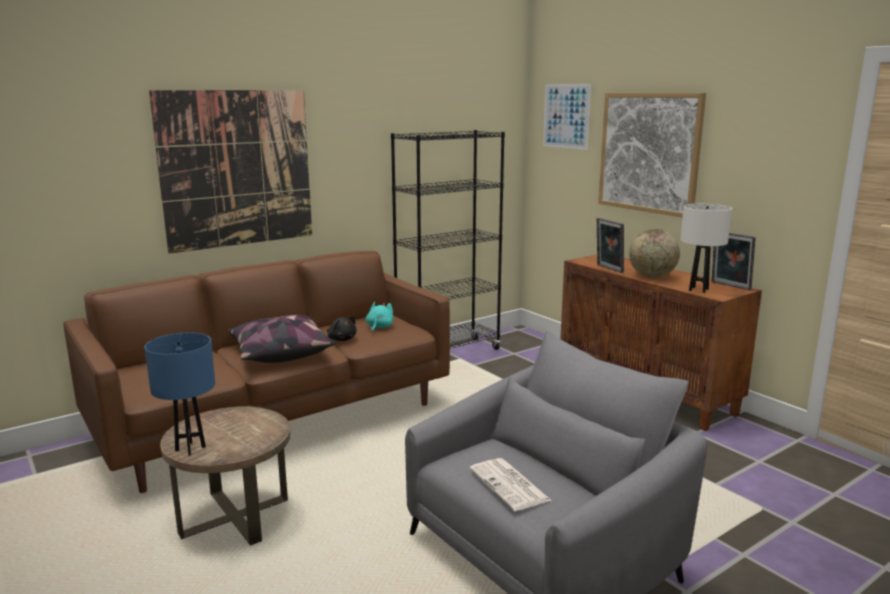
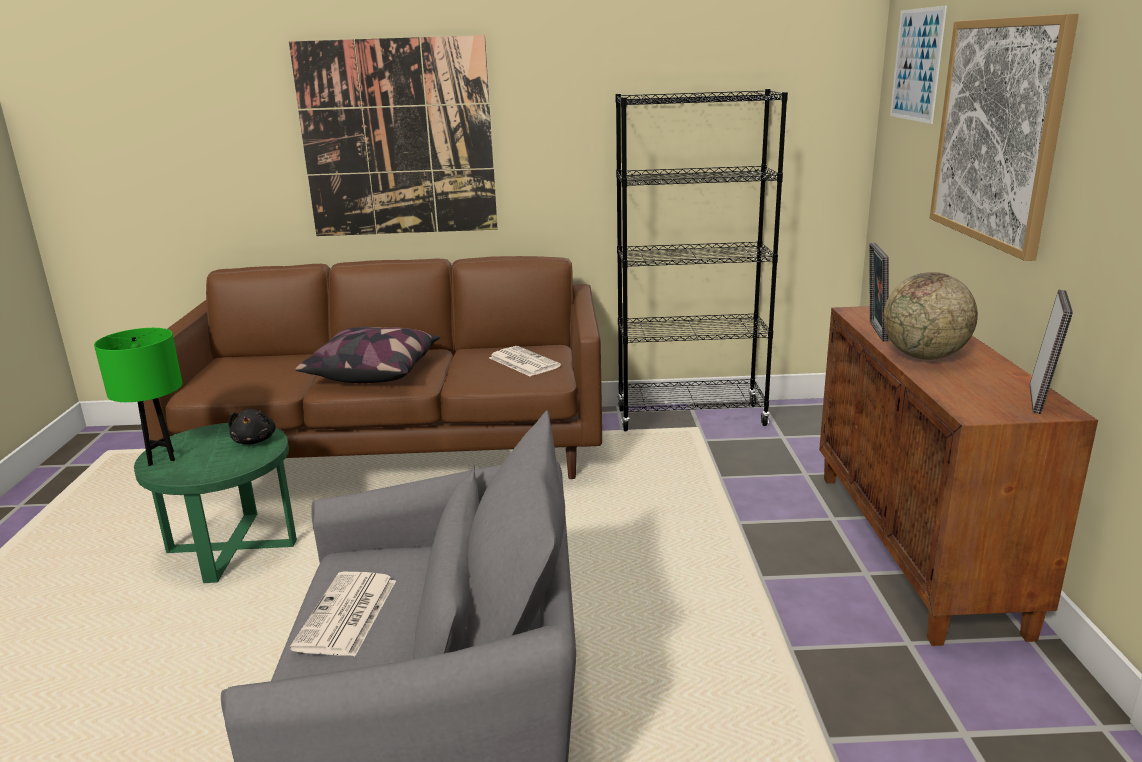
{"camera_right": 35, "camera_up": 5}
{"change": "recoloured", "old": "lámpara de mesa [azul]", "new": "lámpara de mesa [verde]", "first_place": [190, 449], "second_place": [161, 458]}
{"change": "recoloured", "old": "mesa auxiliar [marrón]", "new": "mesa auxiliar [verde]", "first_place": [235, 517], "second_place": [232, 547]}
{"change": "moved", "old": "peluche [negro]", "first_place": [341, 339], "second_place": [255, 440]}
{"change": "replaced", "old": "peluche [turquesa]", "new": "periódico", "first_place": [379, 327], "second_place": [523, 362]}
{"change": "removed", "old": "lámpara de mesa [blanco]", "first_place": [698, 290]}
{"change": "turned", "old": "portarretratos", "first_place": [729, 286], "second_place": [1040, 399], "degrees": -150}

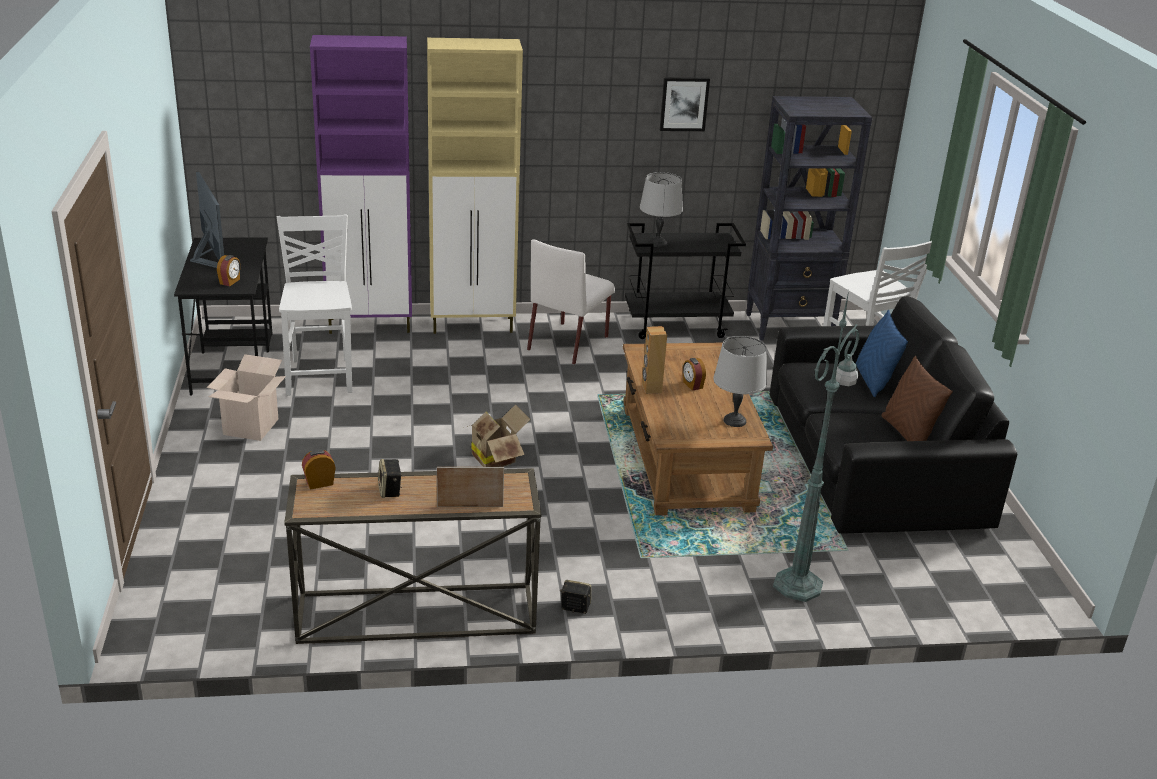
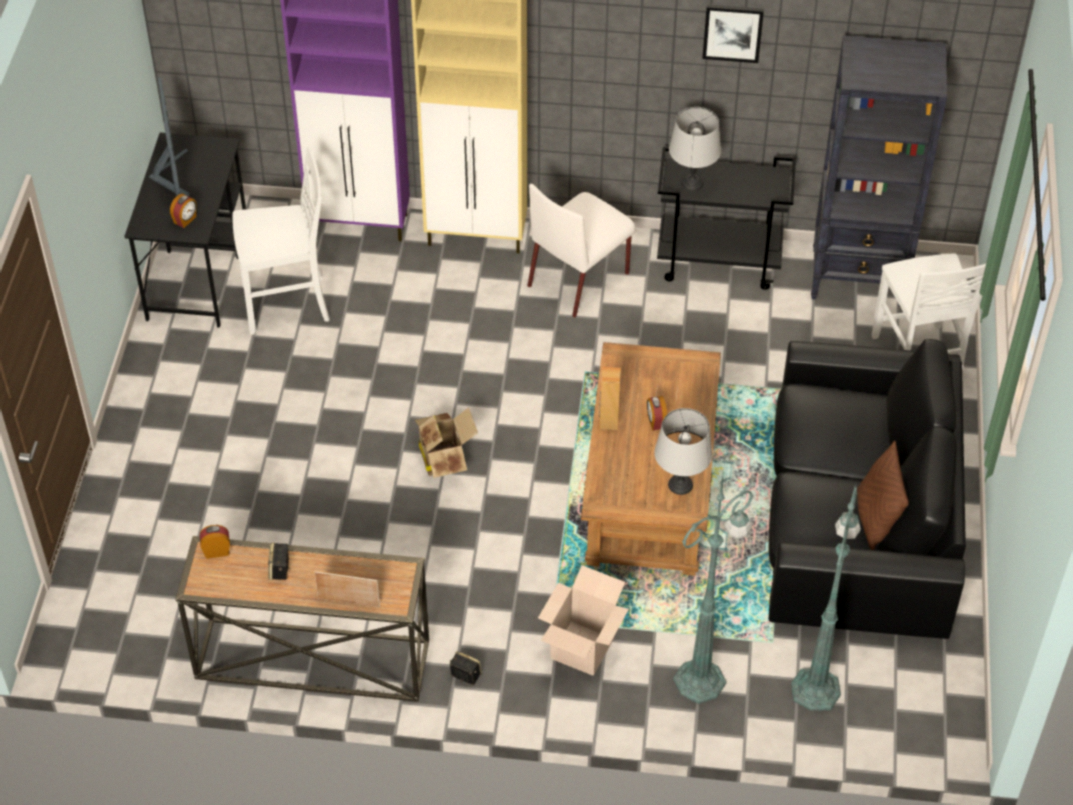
{"camera_right": 15, "camera_up": 20}
{"change": "moved", "old": "caja de cartón", "first_place": [250, 427], "second_place": [582, 648]}
{"change": "turned", "old": "silla [blanco]", "first_place": [321, 375], "second_place": [288, 304], "degrees": 75}
{"change": "removed", "old": "cojín [azul]", "first_place": [873, 381]}
{"change": "added", "new": "lámpara de pie [verde]", "second_place": [816, 687]}

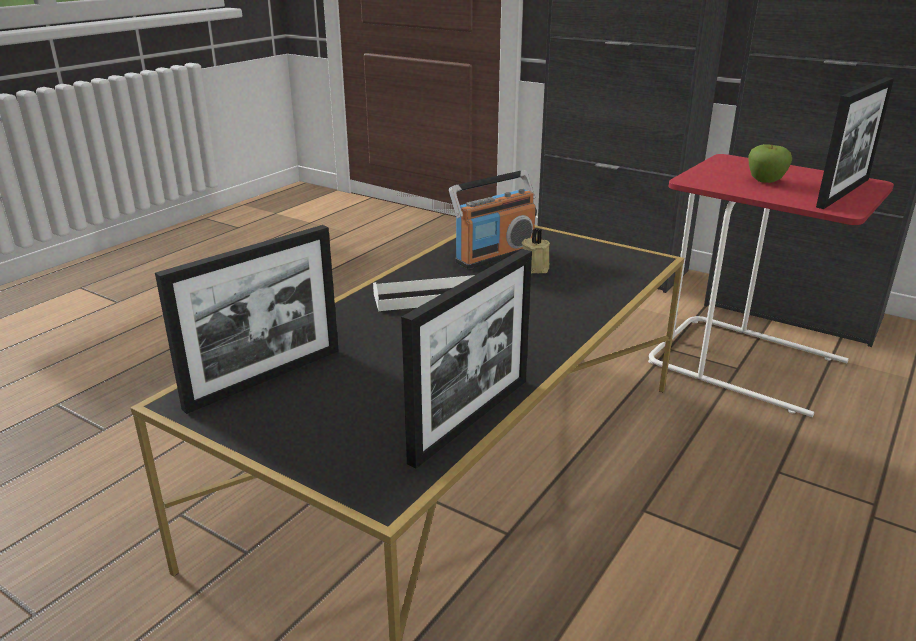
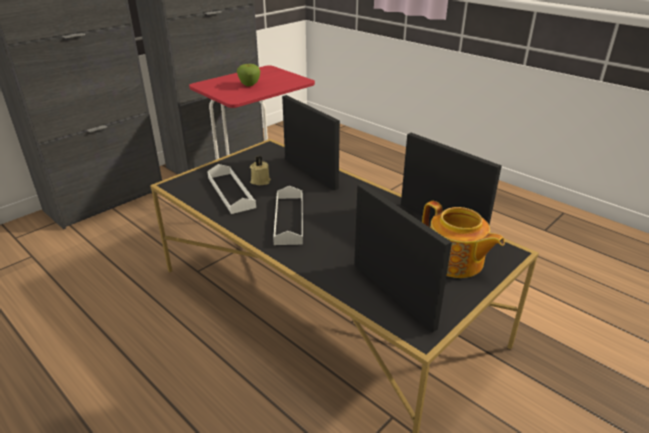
{"camera_right": -80, "camera_up": 5}
{"change": "replaced", "old": "radio", "new": "bandeja [blanco]", "first_place": [494, 255], "second_place": [231, 192]}
{"change": "moved", "old": "portarretratos", "first_place": [843, 193], "second_place": [310, 173]}
{"change": "added", "new": "tetera", "second_place": [455, 261]}

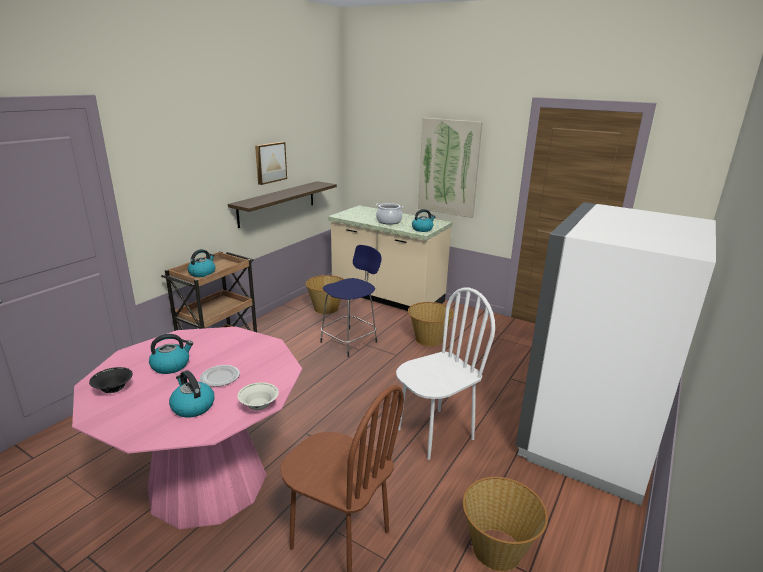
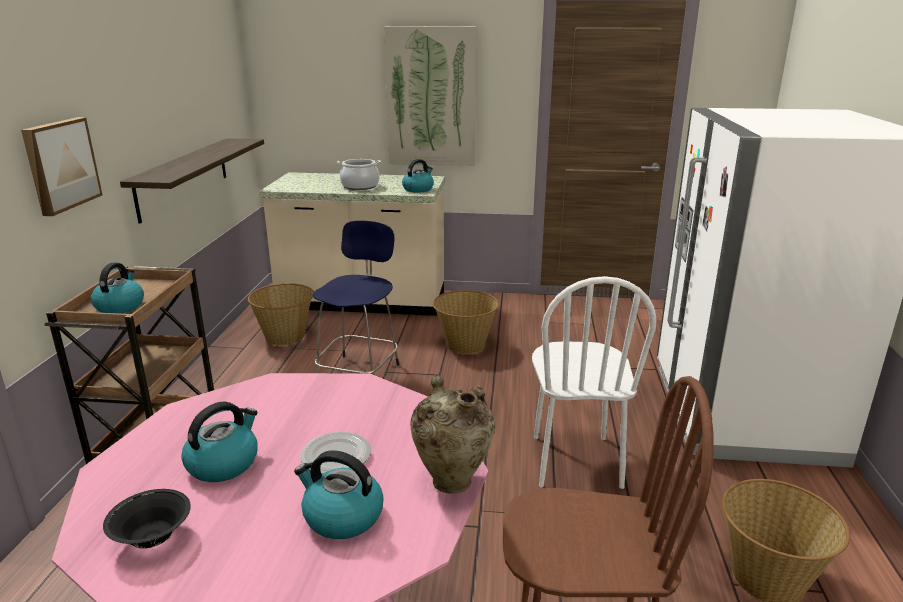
{"camera_right": -25, "camera_up": 0}
{"change": "replaced", "old": "cuenco [blanco]", "new": "florero [beis]", "first_place": [259, 406], "second_place": [452, 479]}
{"change": "moved", "old": "cuadro", "first_place": [270, 162], "second_place": [60, 165]}
{"change": "turned", "old": "silla [blanco]", "first_place": [434, 433], "second_place": [575, 461], "degrees": 150}

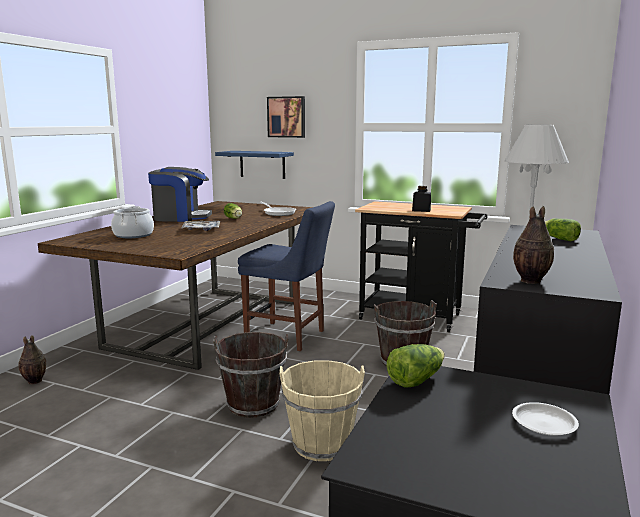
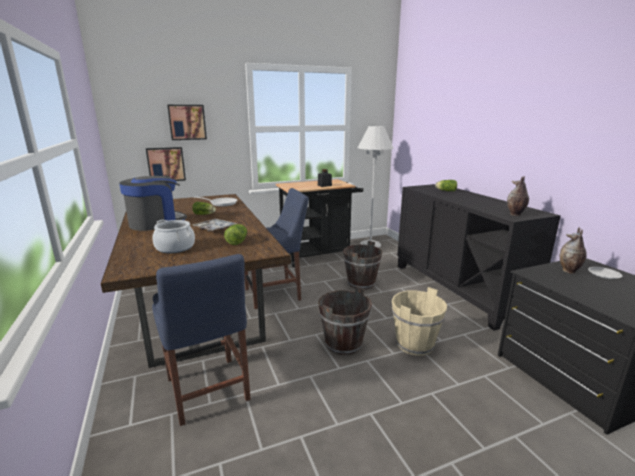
{"camera_right": -45, "camera_up": 5}
{"change": "moved", "old": "florero", "first_place": [34, 382], "second_place": [569, 271]}
{"change": "replaced", "old": "estante [azul]", "new": "cuadro", "first_place": [262, 164], "second_place": [166, 164]}
{"change": "moved", "old": "lechuga", "first_place": [415, 380], "second_place": [237, 241]}
{"change": "added", "new": "silla [azul]", "second_place": [208, 392]}

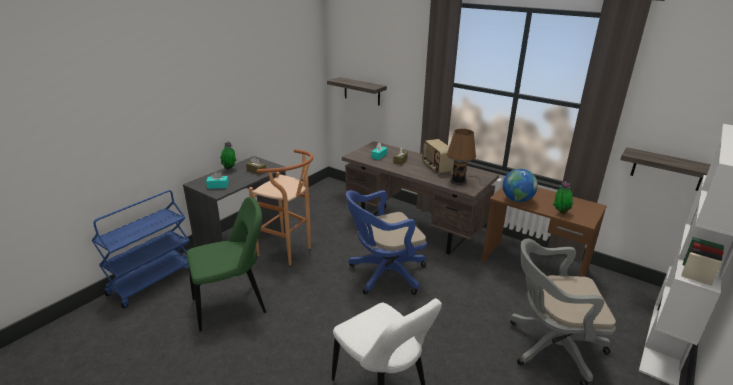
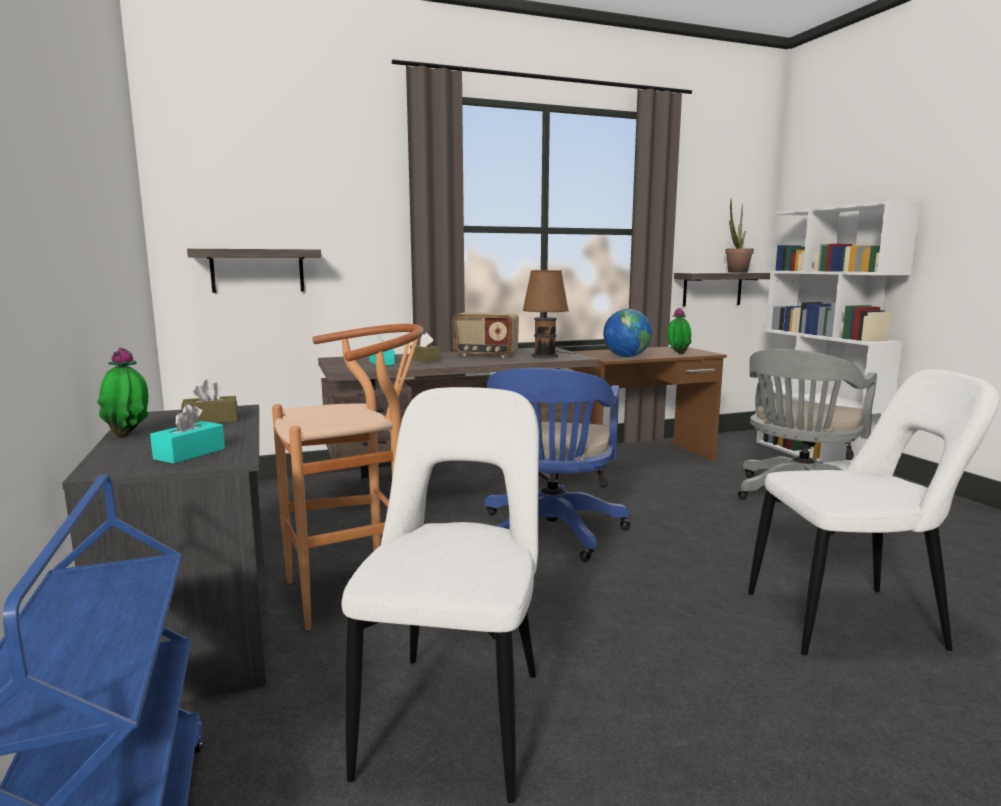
{"camera_right": -55, "camera_up": -15}
{"change": "recoloured", "old": "silla [verde]", "new": "silla [blanco]", "first_place": [233, 305], "second_place": [456, 715]}
{"change": "added", "new": "planta en maceta", "second_place": [736, 272]}

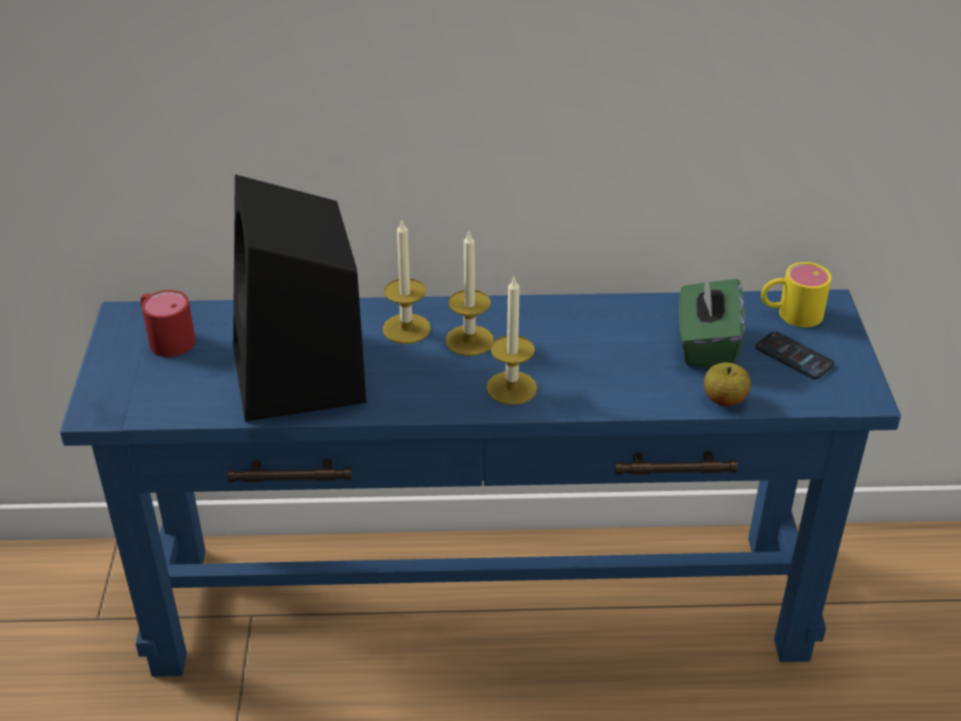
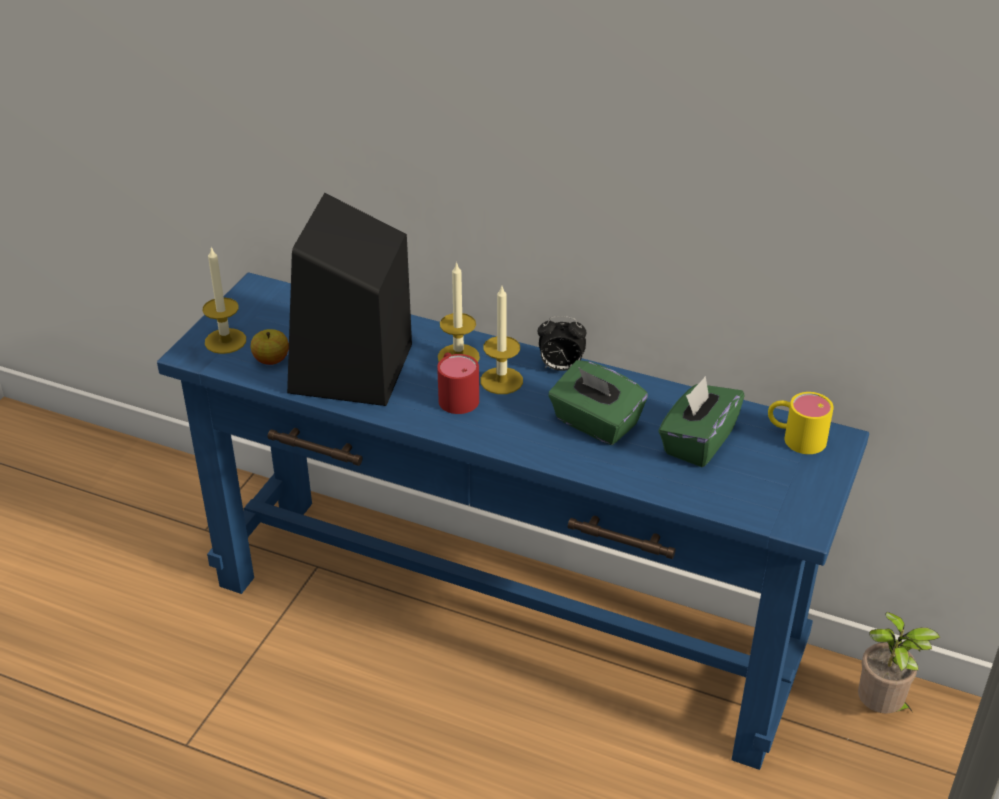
{"camera_right": 25, "camera_up": 0}
{"change": "moved", "old": "taza grande [rojo]", "first_place": [166, 338], "second_place": [455, 395]}
{"change": "moved", "old": "vela", "first_place": [511, 388], "second_place": [225, 341]}
{"change": "moved", "old": "manzana", "first_place": [724, 400], "second_place": [271, 360]}
{"change": "removed", "old": "móvil", "first_place": [794, 356]}
{"change": "added", "new": "despertador", "second_place": [560, 368]}
{"change": "added", "new": "caja de pañuelos [verde]", "second_place": [595, 423]}
{"change": "added", "new": "planta en maceta", "second_place": [881, 709]}

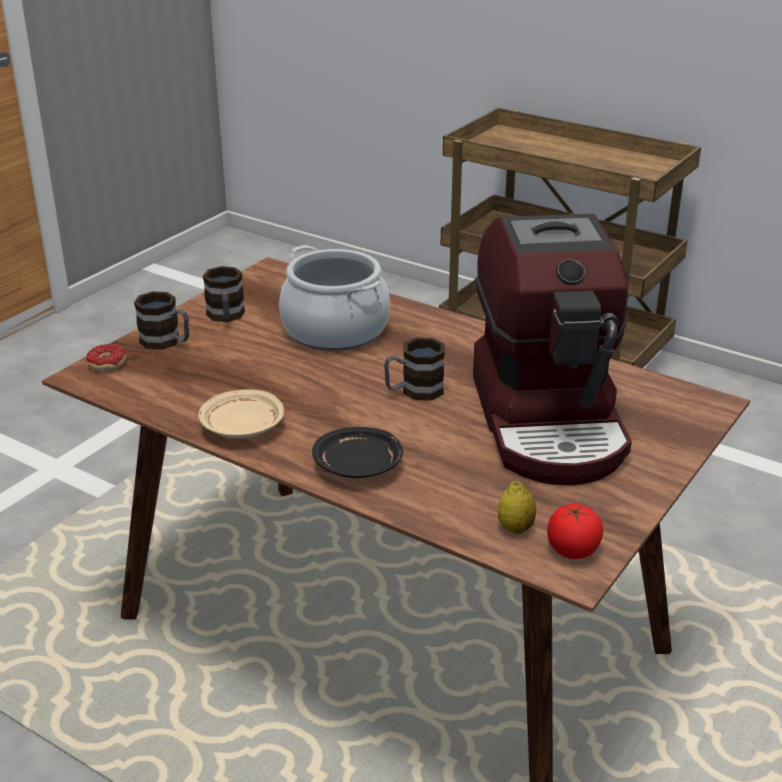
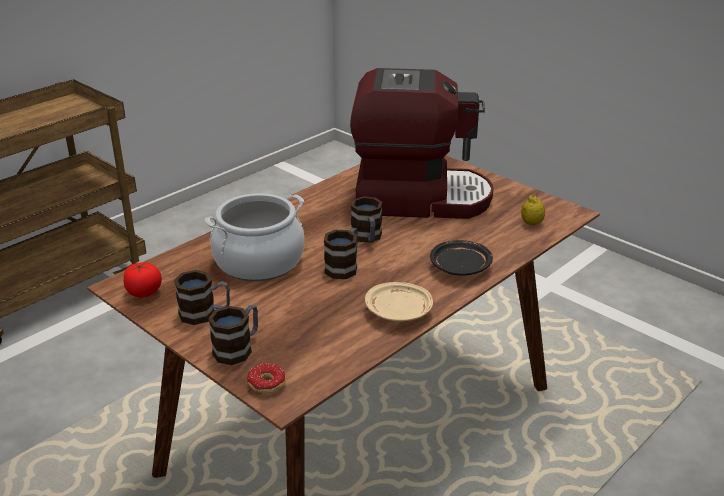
{"camera_right": -80, "camera_up": 0}
{"change": "moved", "old": "tomate", "first_place": [572, 550], "second_place": [144, 292]}
{"change": "added", "new": "taza grande", "second_place": [344, 266]}

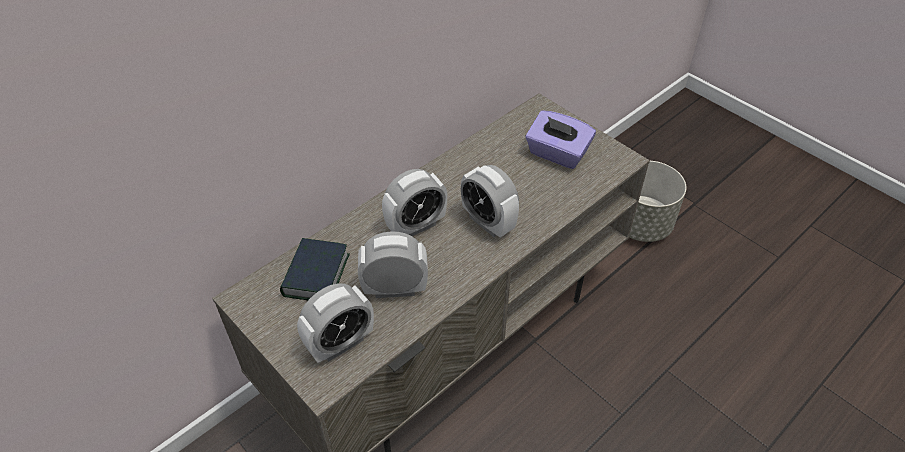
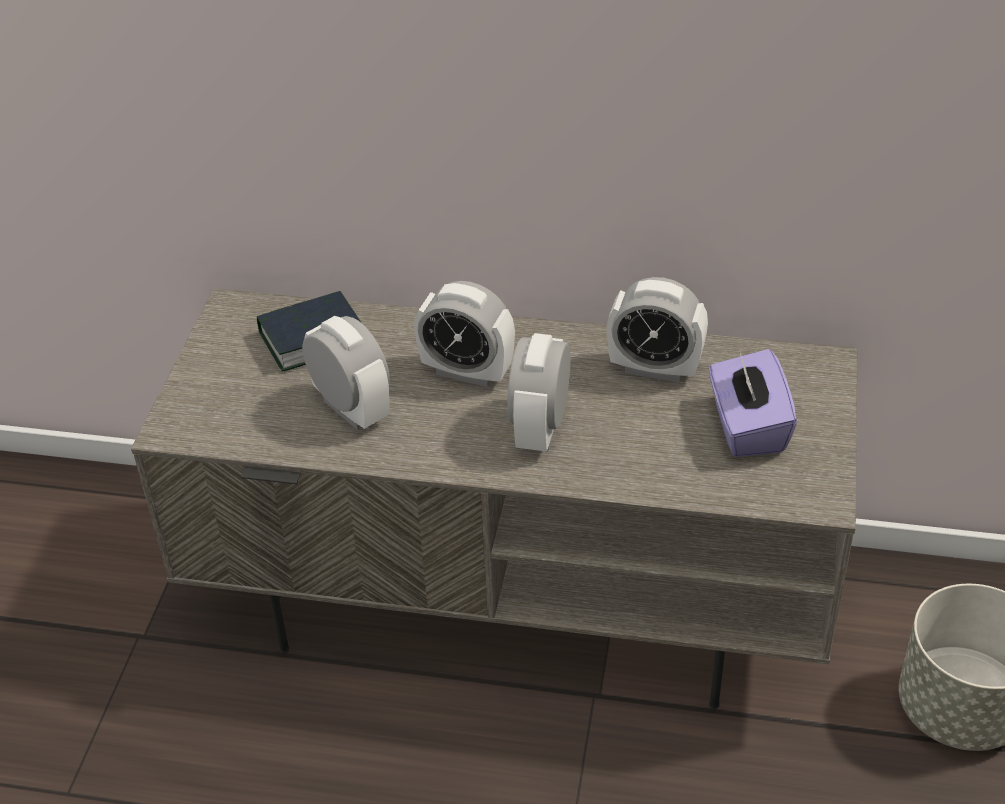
{"camera_right": 55, "camera_up": -5}
{"change": "moved", "old": "despertador", "first_place": [340, 343], "second_place": [654, 368]}

